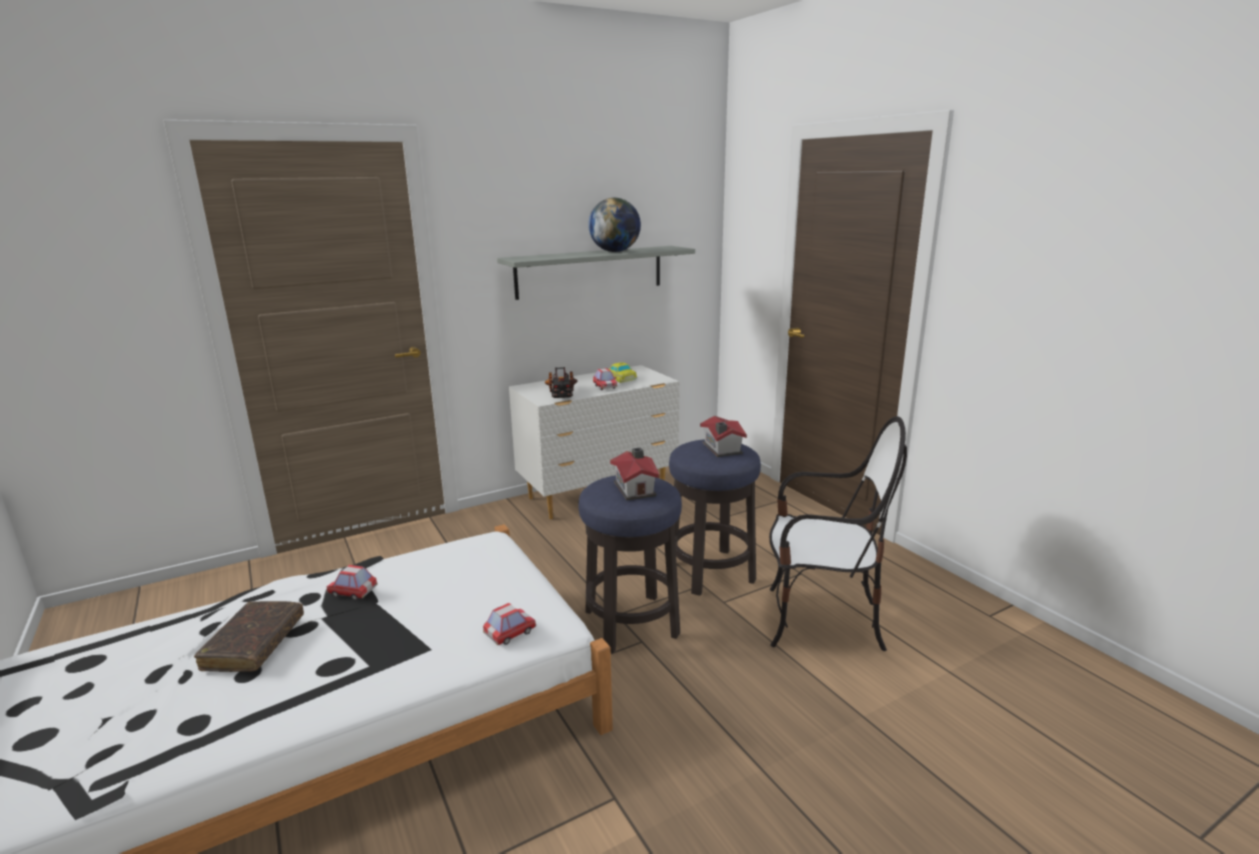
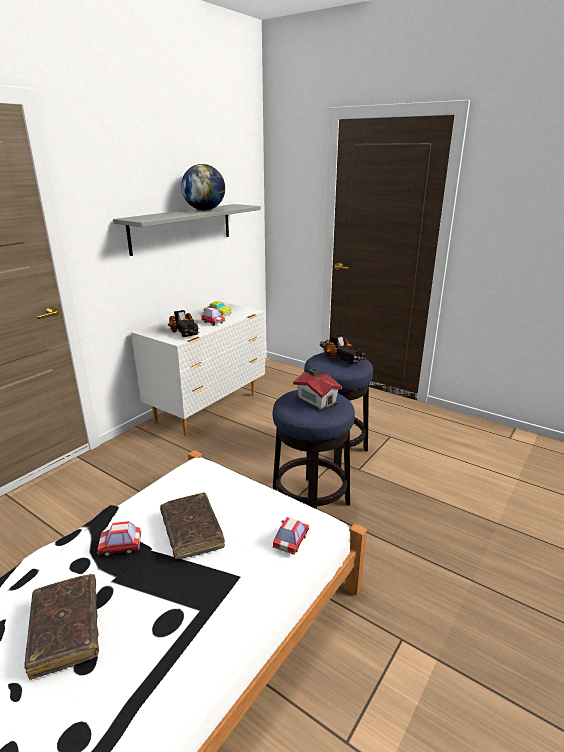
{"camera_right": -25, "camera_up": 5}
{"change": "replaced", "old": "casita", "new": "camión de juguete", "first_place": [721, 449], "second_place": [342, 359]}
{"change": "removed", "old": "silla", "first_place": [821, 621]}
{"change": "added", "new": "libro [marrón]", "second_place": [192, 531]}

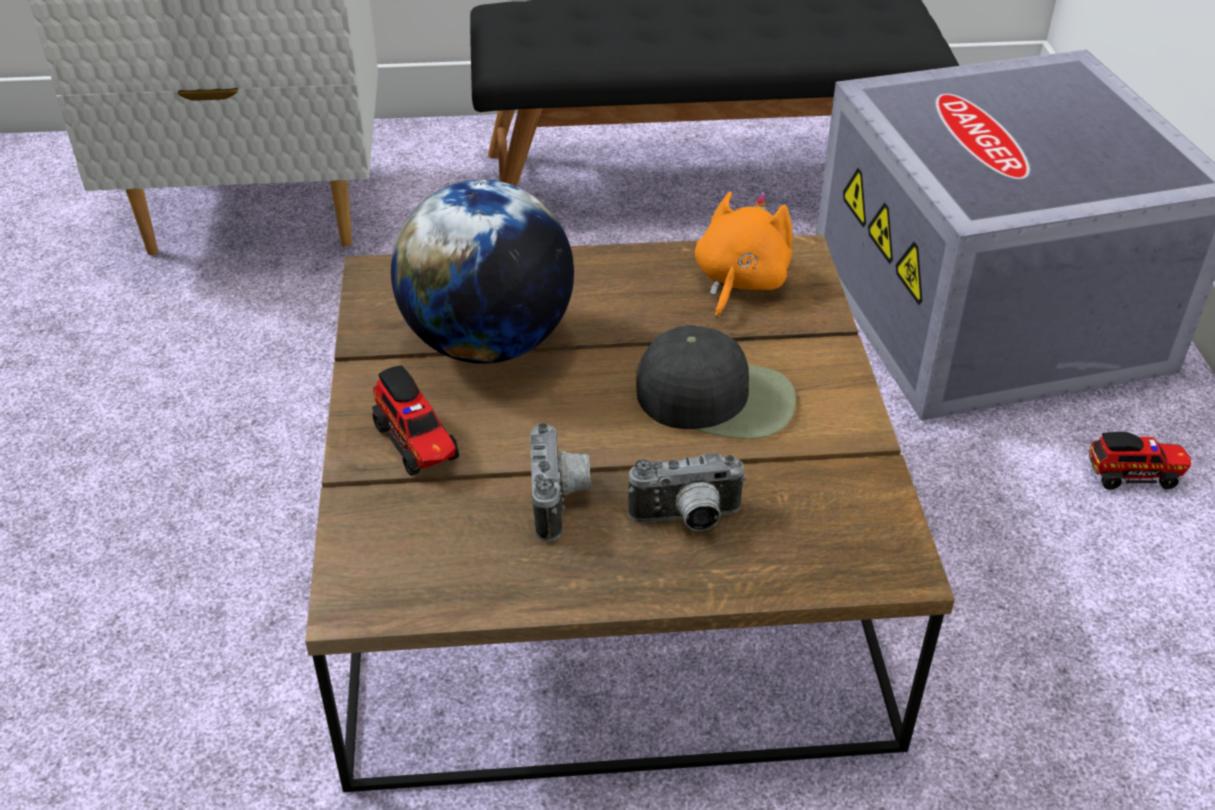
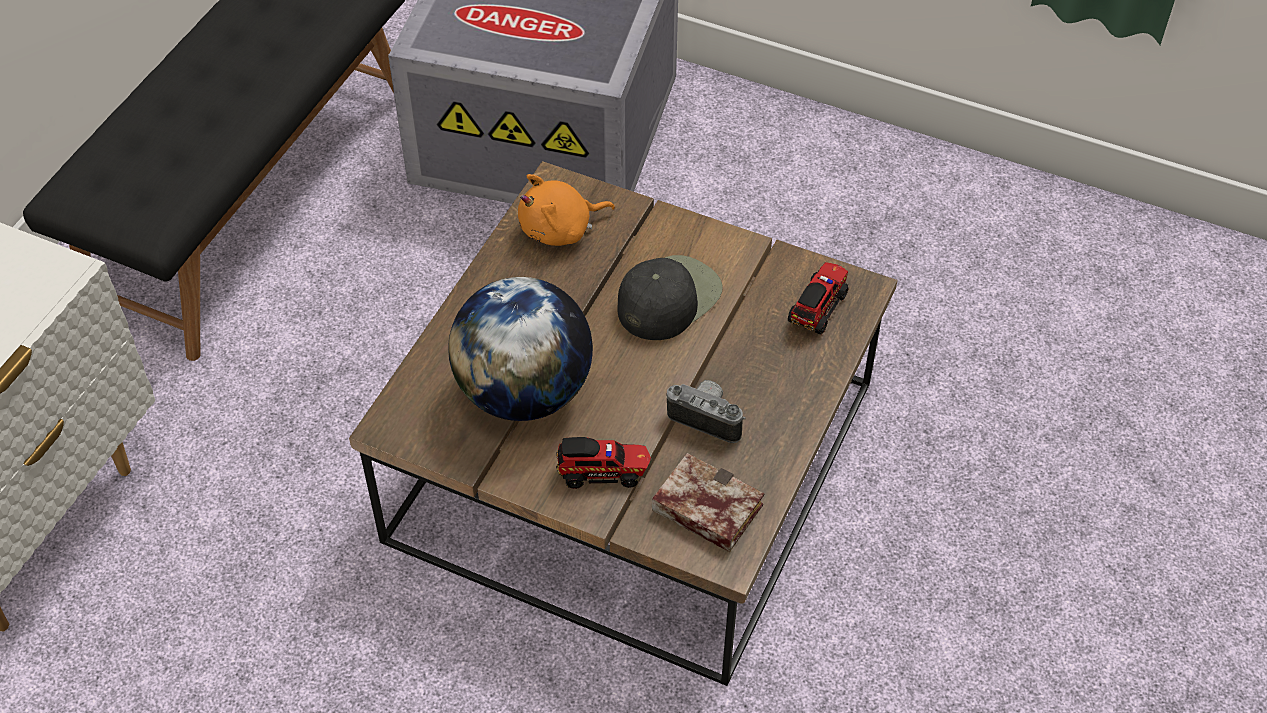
{"camera_right": -60, "camera_up": 10}
{"change": "removed", "old": "cámara", "first_place": [687, 520]}
{"change": "turned", "old": "peluche [naranja]", "first_place": [739, 282], "second_place": [560, 229], "degrees": -75}
{"change": "moved", "old": "camión de juguete", "first_place": [1134, 475], "second_place": [818, 307]}
{"change": "added", "new": "libro", "second_place": [702, 509]}

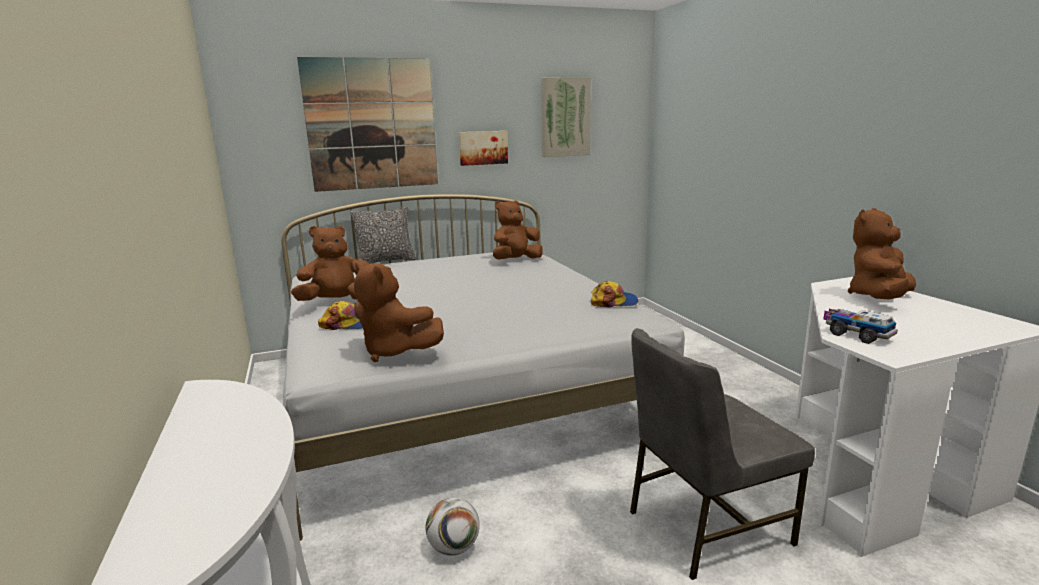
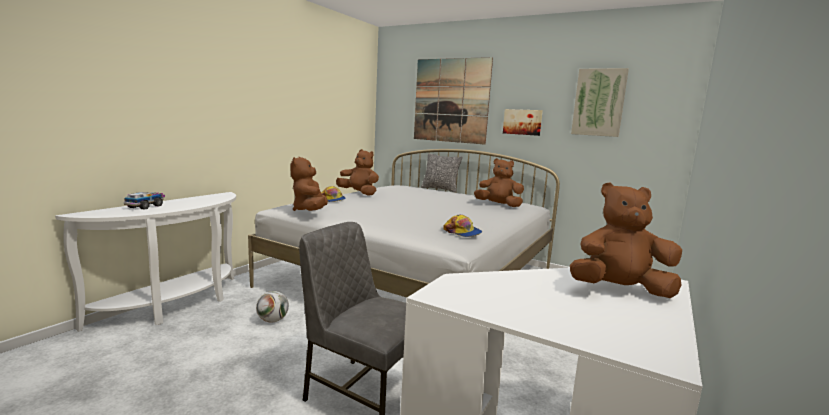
{"camera_right": 50, "camera_up": -5}
{"change": "moved", "old": "camión de juguete", "first_place": [856, 335], "second_place": [146, 206]}

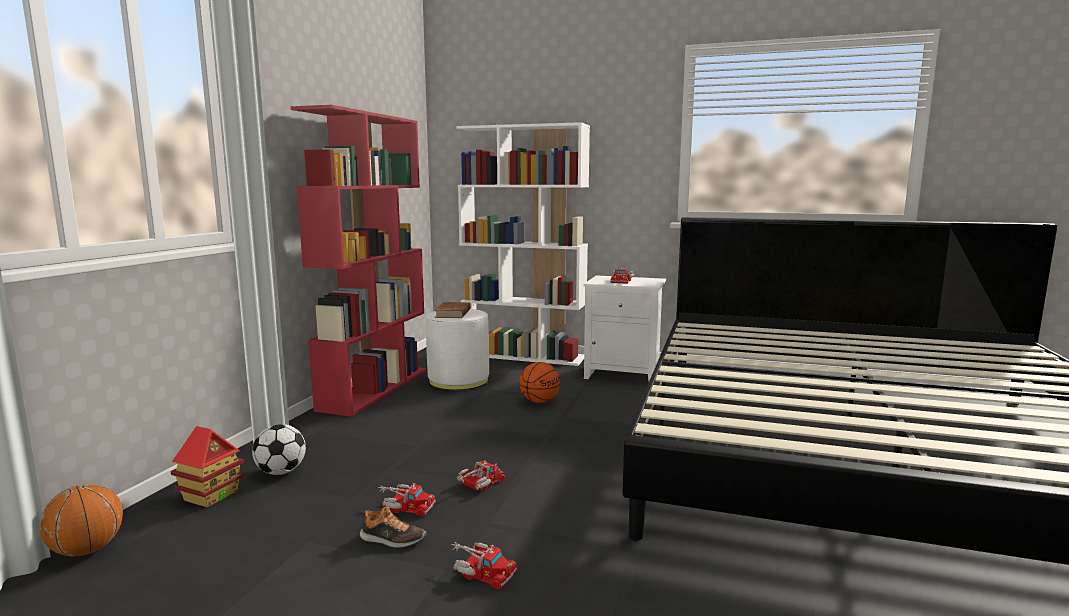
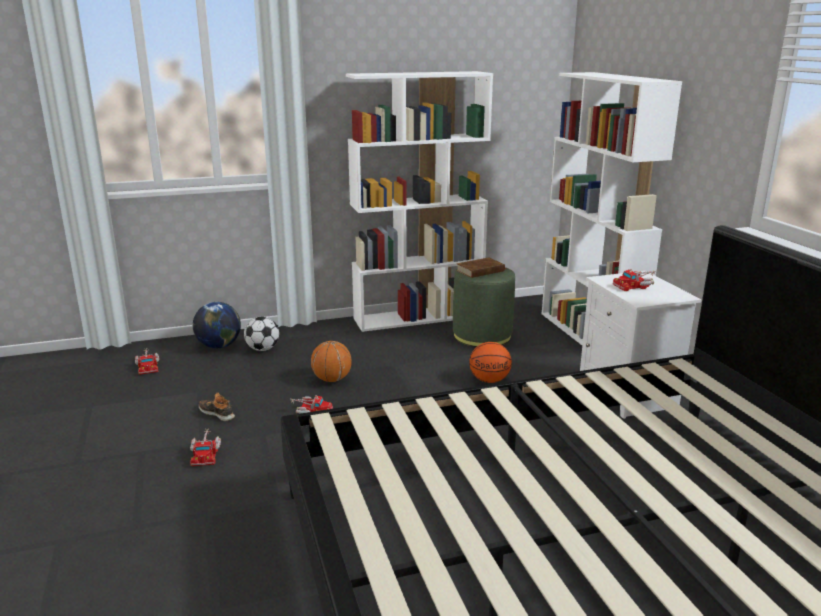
{"camera_right": 55, "camera_up": 10}
{"change": "moved", "old": "balón de baloncesto", "first_place": [87, 550], "second_place": [332, 379]}
{"change": "replaced", "old": "casita", "new": "globo terráqueo", "first_place": [211, 495], "second_place": [219, 346]}
{"change": "recoloured", "old": "estantería [rojo]", "new": "estantería [blanco]", "first_place": [375, 388], "second_place": [419, 317]}
{"change": "turned", "old": "zapato", "first_place": [392, 540], "second_place": [217, 413], "degrees": 150}
{"change": "moved", "old": "camión de juguete", "first_place": [405, 506], "second_place": [148, 366]}
{"change": "recoloured", "old": "puf [blanco]", "new": "puf [verde]", "first_place": [458, 381], "second_place": [482, 335]}

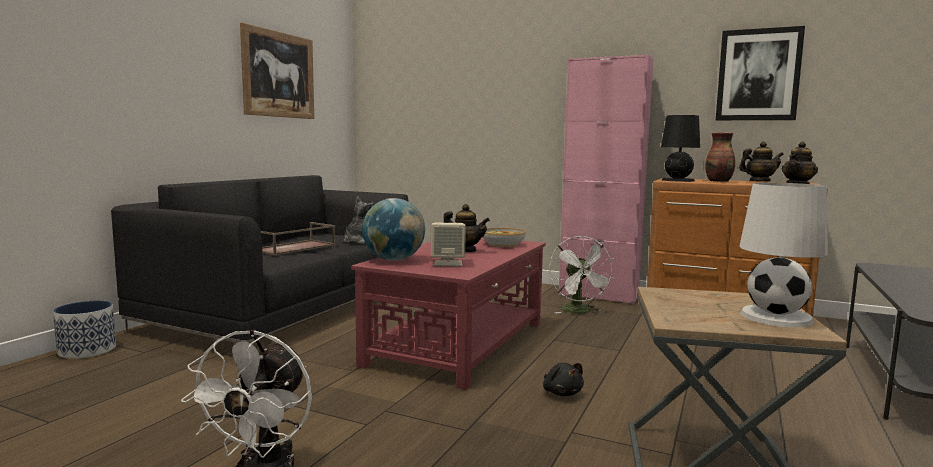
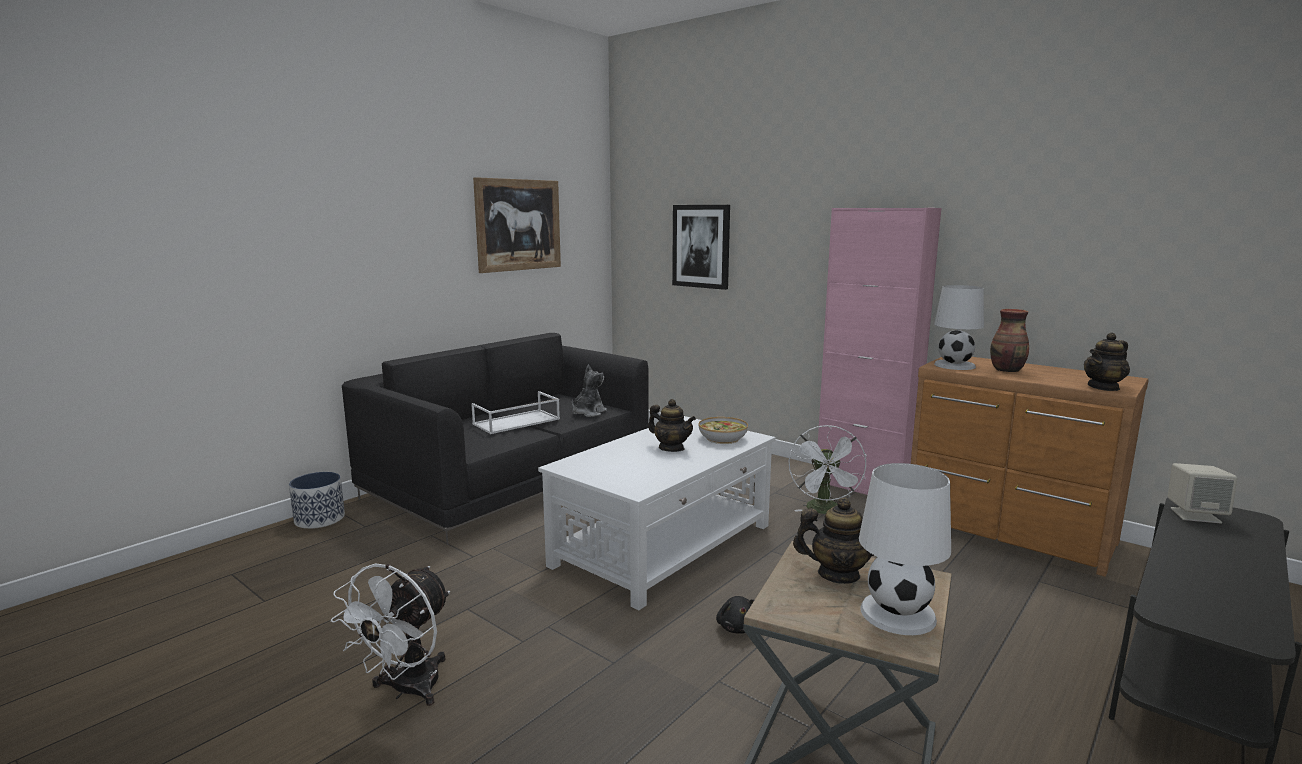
{"camera_right": 15, "camera_up": 5}
{"change": "recoloured", "old": "bandeja [marrón]", "new": "bandeja [blanco]", "first_place": [294, 248], "second_place": [516, 422]}
{"change": "recoloured", "old": "mesa de centro [rojo]", "new": "mesa de centro [blanco]", "first_place": [459, 343], "second_place": [665, 545]}
{"change": "removed", "old": "globo terráqueo", "first_place": [394, 260]}
{"change": "moved", "old": "altavoz [beis]", "first_place": [448, 263], "second_place": [1195, 515]}
{"change": "recoloured", "old": "lámpara de mesa [negro]", "new": "lámpara de mesa [blanco]", "first_place": [677, 180], "second_place": [954, 365]}
{"change": "moved", "old": "cuadro", "first_place": [758, 75], "second_place": [701, 246]}
{"change": "moved", "old": "tetera", "first_place": [759, 181], "second_place": [838, 574]}

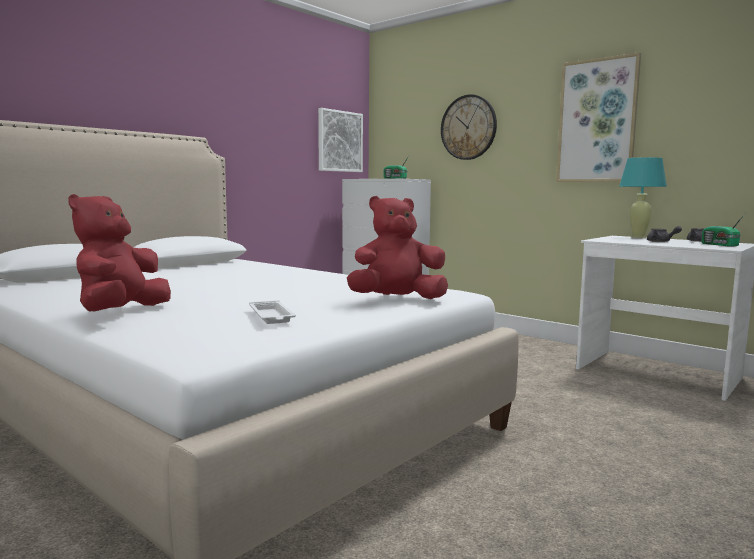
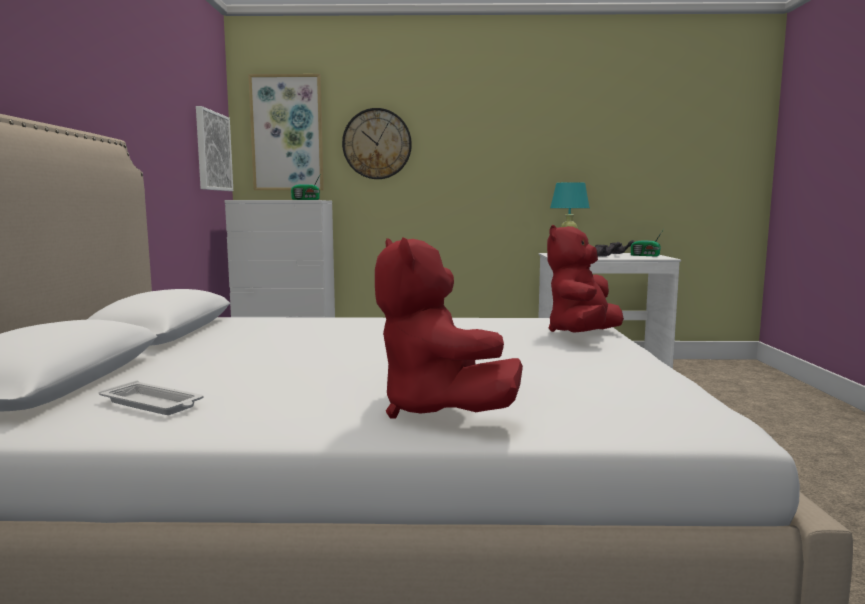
{"camera_right": -40, "camera_up": 0}
{"change": "moved", "old": "bandeja [blanco]", "first_place": [271, 316], "second_place": [153, 404]}
{"change": "moved", "old": "cuadro", "first_place": [597, 121], "second_place": [287, 133]}

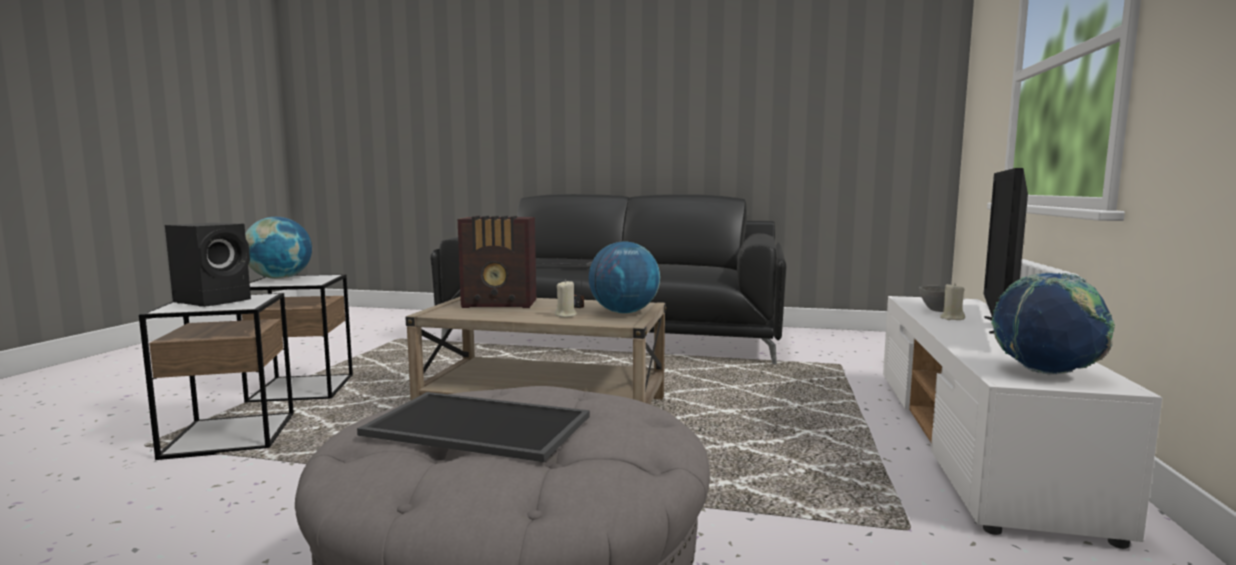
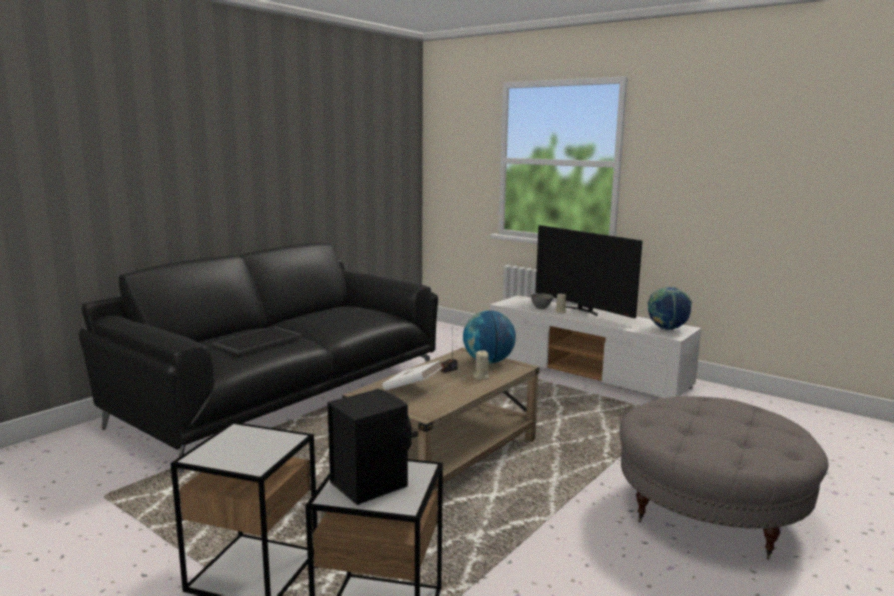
{"camera_right": -65, "camera_up": 5}
{"change": "removed", "old": "globo terráqueo", "first_place": [280, 278]}
{"change": "removed", "old": "bandeja", "first_place": [474, 426]}
{"change": "replaced", "old": "radio", "new": "libro [blanco]", "first_place": [501, 304], "second_place": [412, 388]}

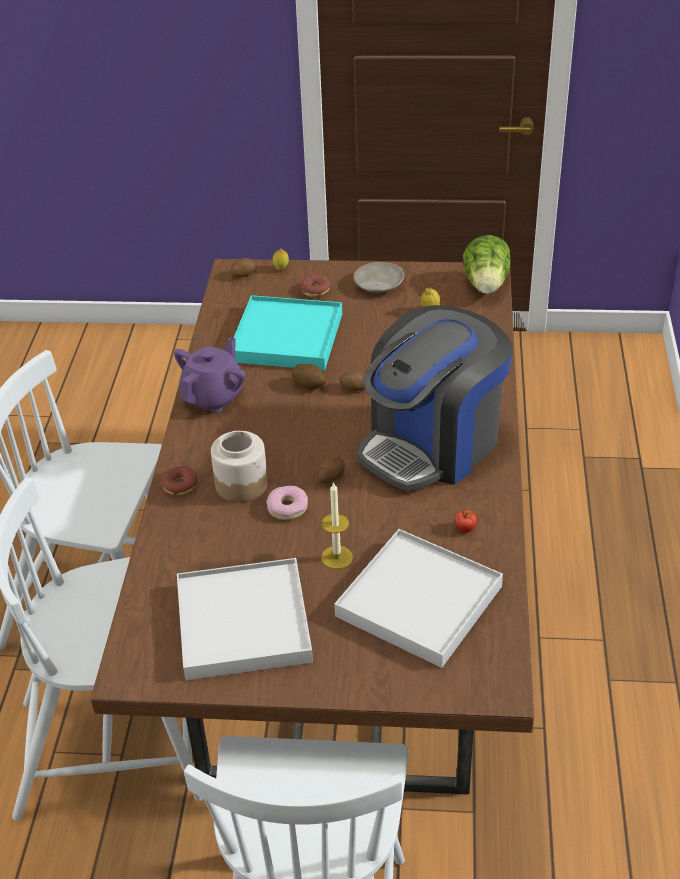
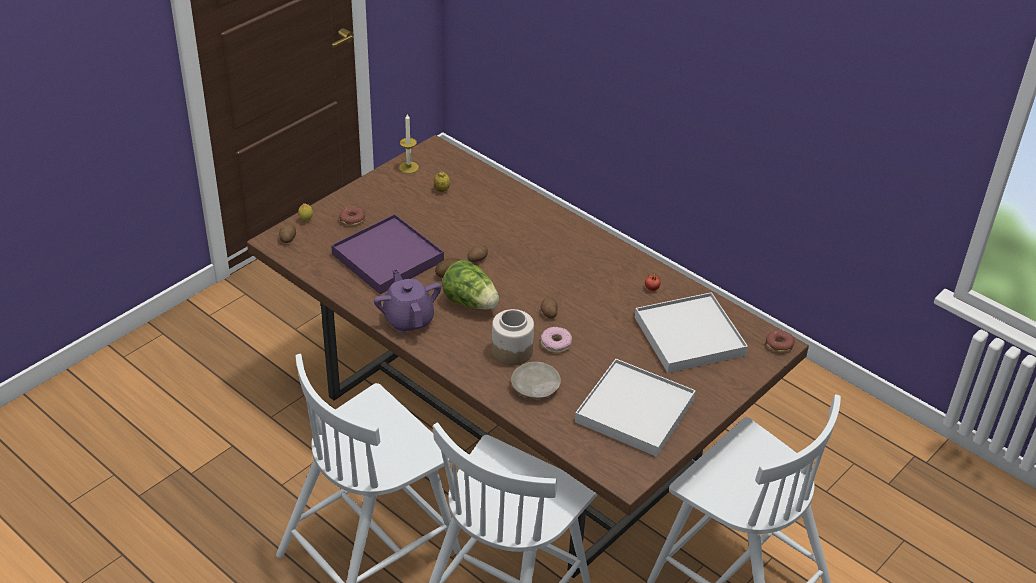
{"camera_right": -55, "camera_up": 0}
{"change": "moved", "old": "rosquilla", "first_place": [180, 485], "second_place": [779, 344]}
{"change": "recoloured", "old": "bandeja [turquesa]", "new": "bandeja [morado]", "first_place": [287, 337], "second_place": [387, 257]}
{"change": "moved", "old": "vela", "first_place": [337, 557], "second_place": [408, 167]}
{"change": "moved", "old": "plato [beis]", "first_place": [378, 285], "second_place": [535, 387]}
{"change": "removed", "old": "cafetera", "first_place": [432, 444]}
{"change": "moved", "old": "lechuga", "first_place": [486, 286], "second_place": [471, 302]}

